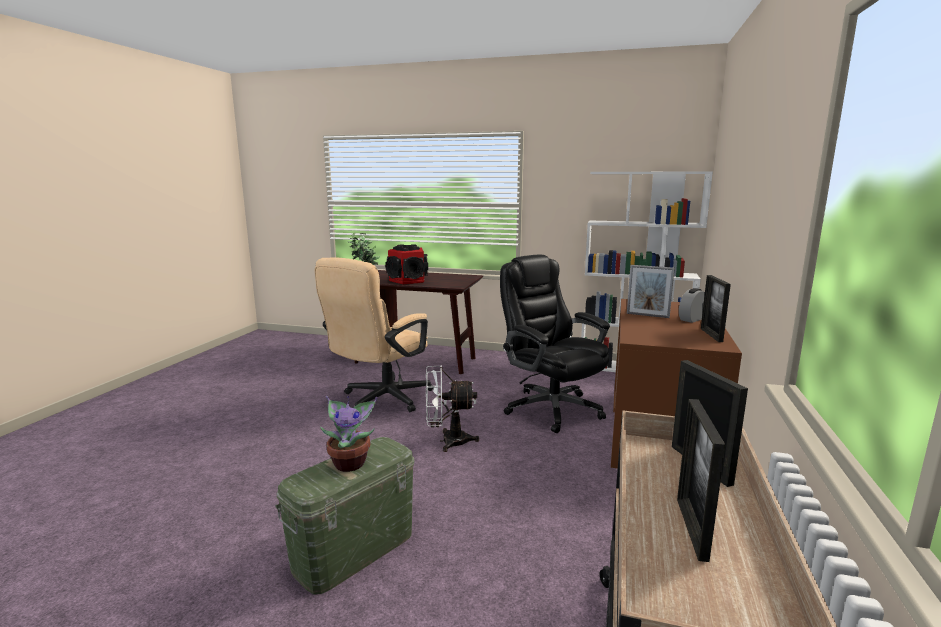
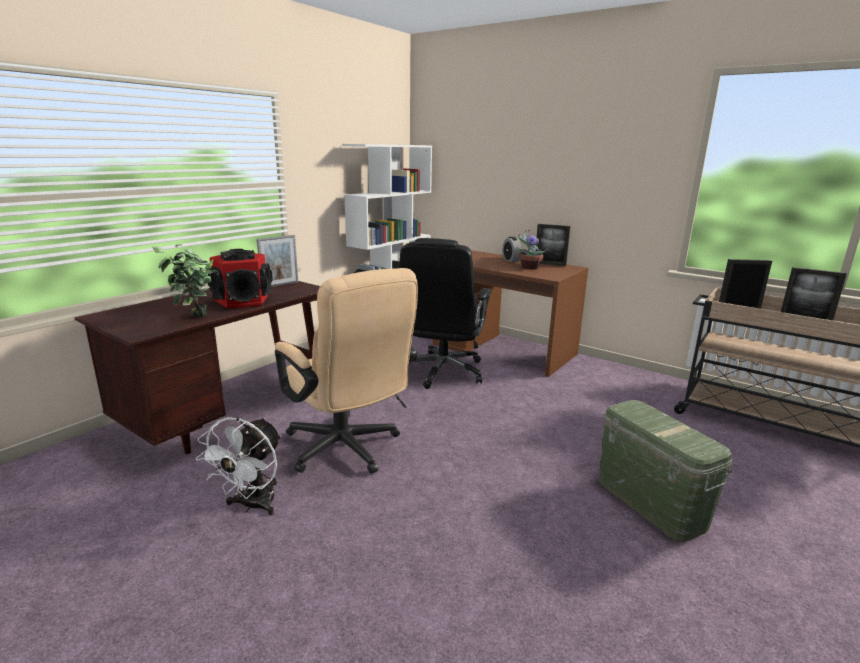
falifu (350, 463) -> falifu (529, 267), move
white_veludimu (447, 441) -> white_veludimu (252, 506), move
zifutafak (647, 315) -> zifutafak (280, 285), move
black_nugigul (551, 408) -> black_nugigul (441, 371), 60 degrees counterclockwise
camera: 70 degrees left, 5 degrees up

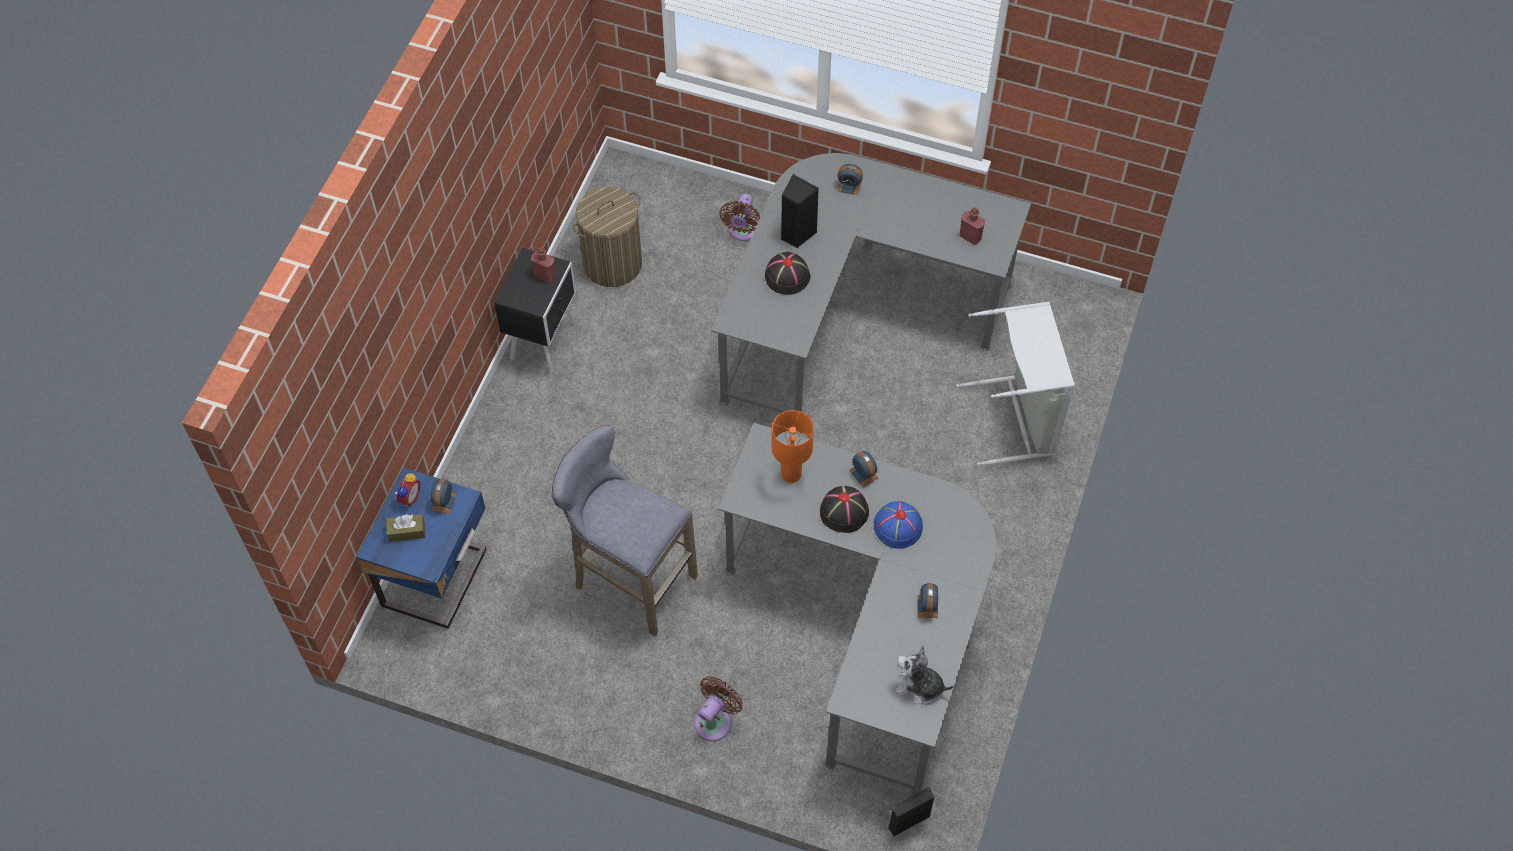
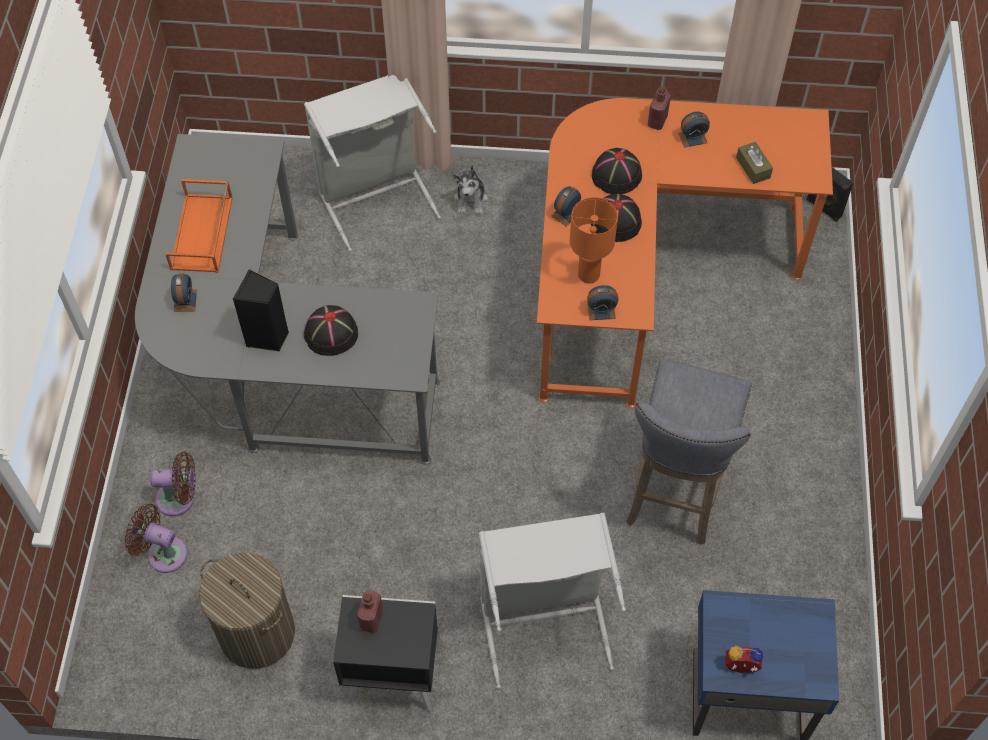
none -> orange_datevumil (202, 234)
none -> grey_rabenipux (543, 619)
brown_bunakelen (407, 531) -> brown_bunakelen (753, 167), move
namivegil (444, 502) -> namivegil (601, 310), move
brown_veludimu (715, 720) -> brown_veludimu (163, 553), move
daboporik (919, 687) -> daboporik (471, 199), move
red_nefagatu (970, 237) -> red_nefagatu (657, 121), move
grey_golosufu (869, 625) -> orange_golosufu (645, 273)
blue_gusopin (897, 526) -> black_gusopin (616, 175)
camera: 105 degrees left, 0 degrees up

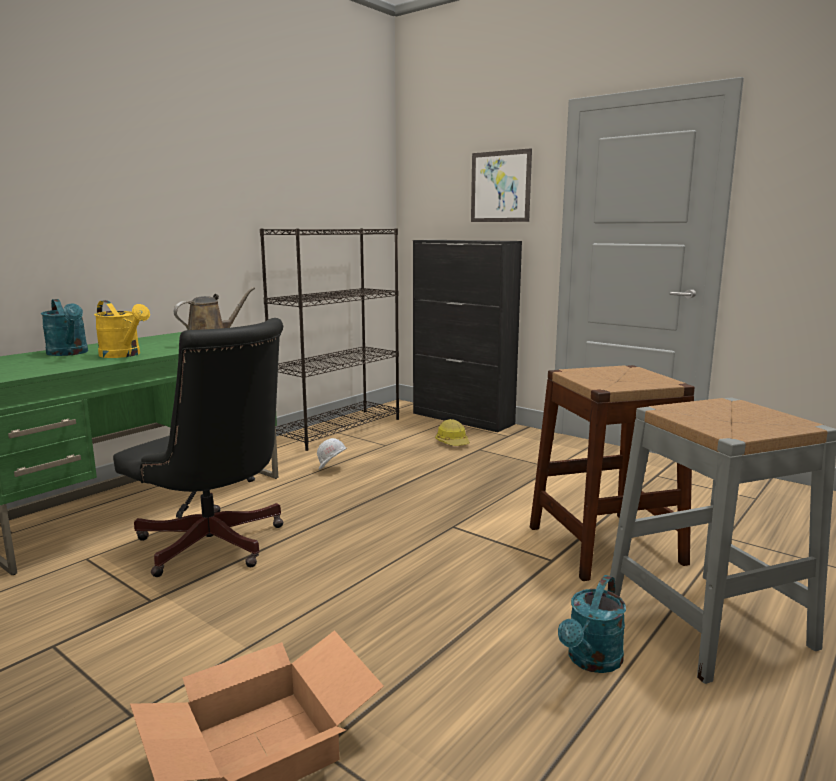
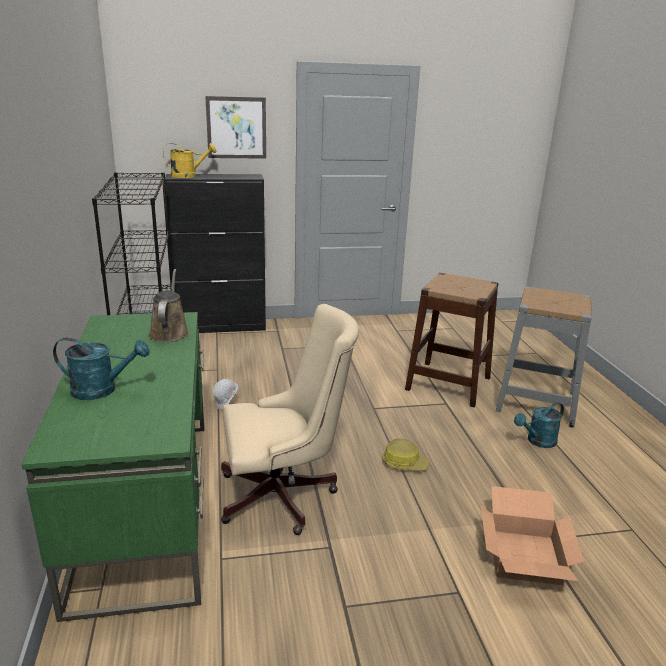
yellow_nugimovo (124, 355) -> yellow_nugimovo (188, 176), move
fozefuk (453, 442) -> fozefuk (404, 463), move
black_nugigul (215, 547) -> beige_nugigul (284, 496)
turquoise_nugimovo (591, 661) -> turquoise_nugimovo (537, 441), 75 degrees clockwise
camera: 50 degrees left, 10 degrees up

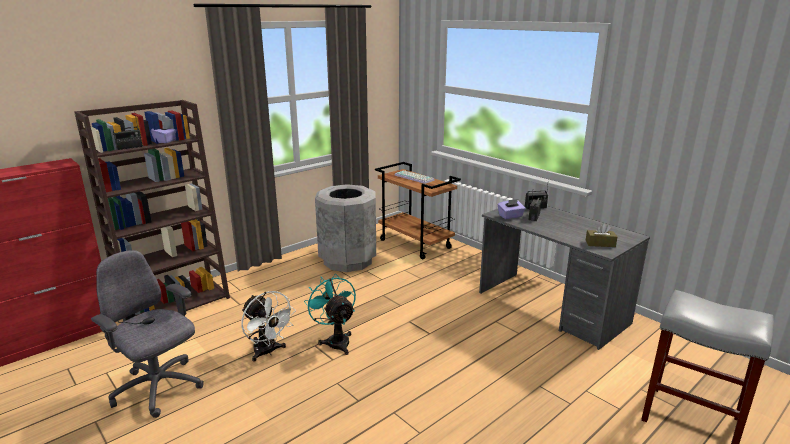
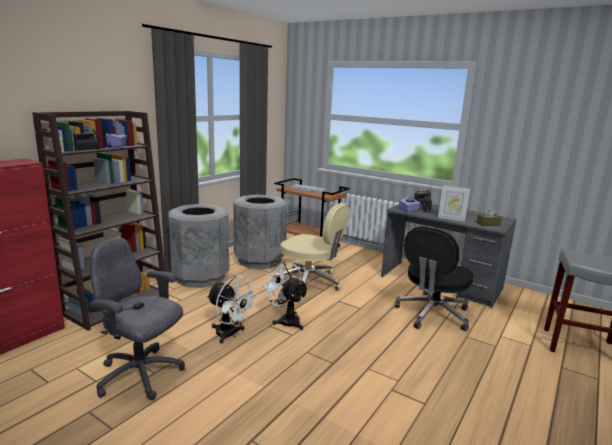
none -> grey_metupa (200, 277)
none -> beige_nugigul (310, 282)
none -> black_nugigul (432, 314)
none -> zifutafak (451, 218)
turquoise_veludimu (336, 340) -> white_veludimu (286, 320)
camera: 15 degrees left, 5 degrees down

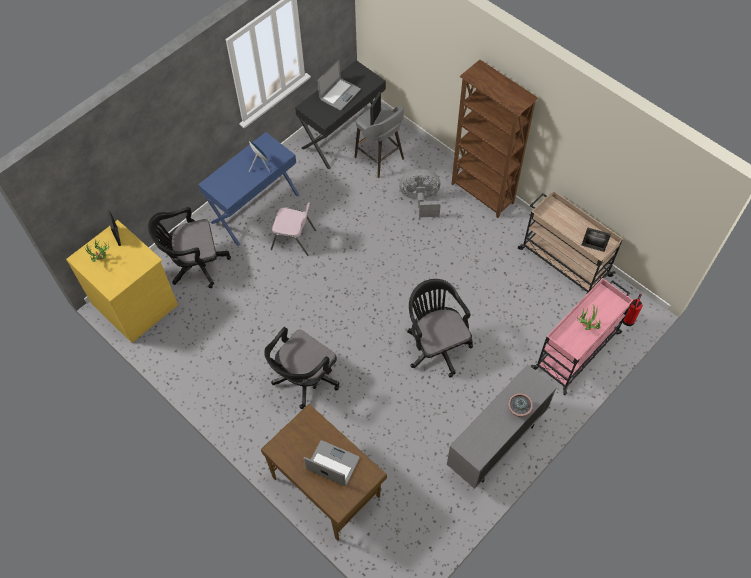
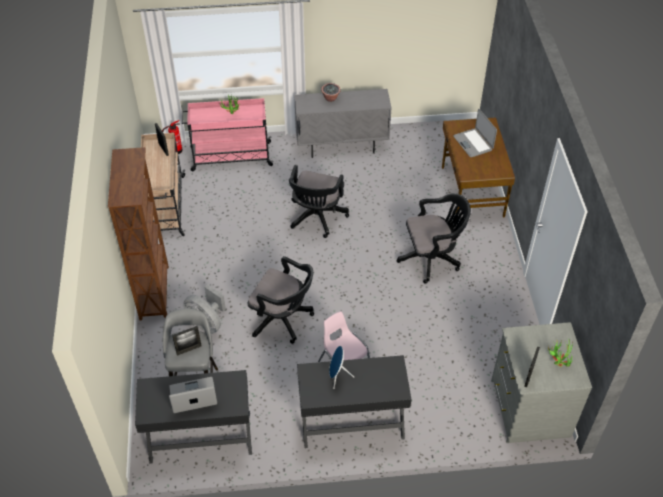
black_nugigul (194, 265) -> black_nugigul (283, 319), move
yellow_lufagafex (135, 303) -> grey_lufagafex (528, 408)
blue_golosufu (255, 208) -> black_golosufu (352, 422)
camera: 140 degrees left, 10 degrees down

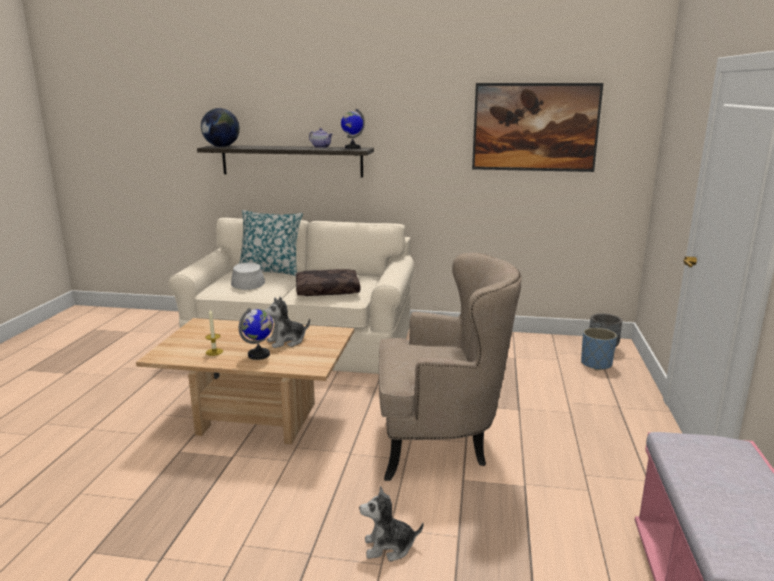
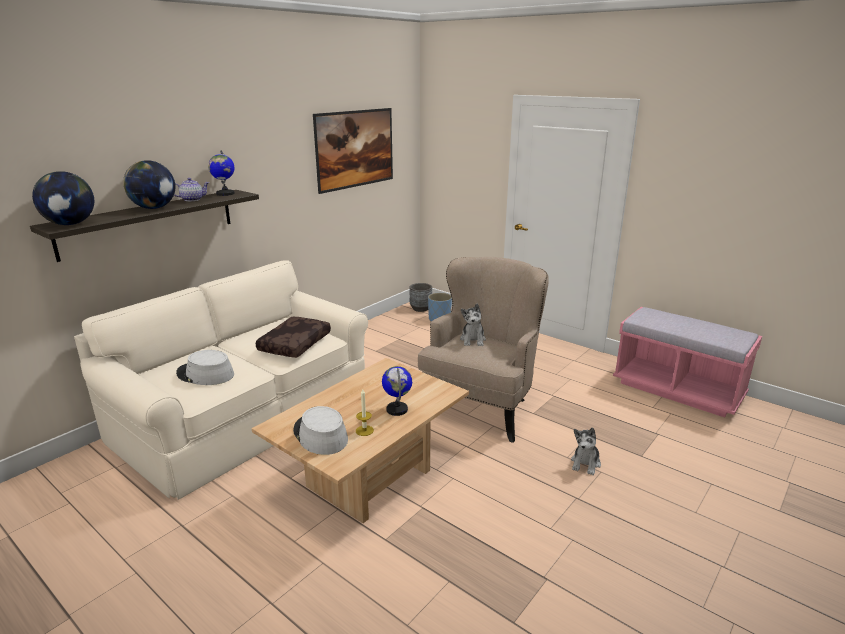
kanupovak (271, 271) -> none
none -> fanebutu (154, 208)
none -> grey_gusopin (320, 435)
daboporik (286, 341) -> daboporik (473, 340), move
camera: 60 degrees left, 5 degrees up

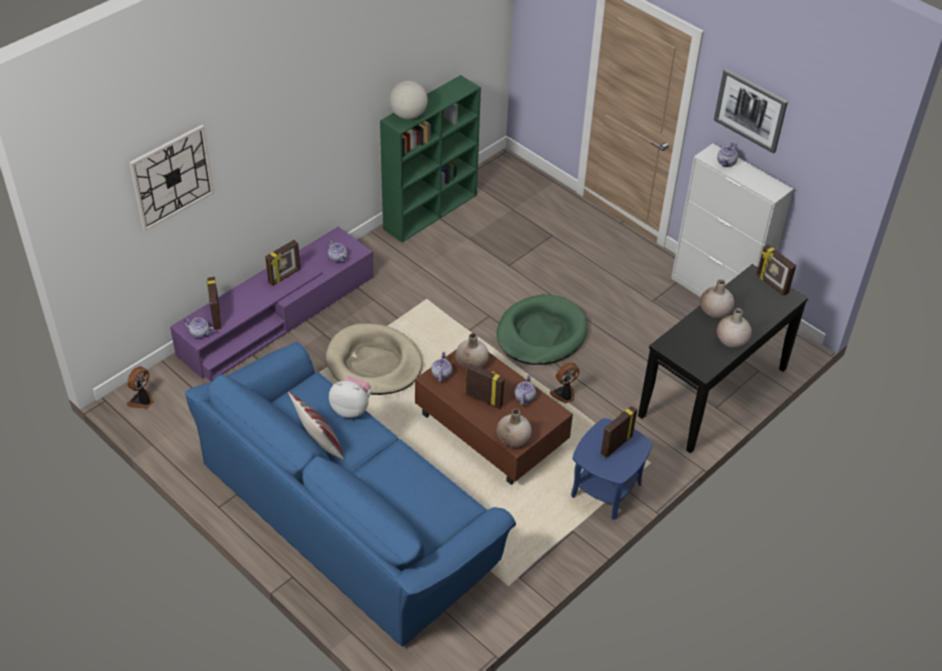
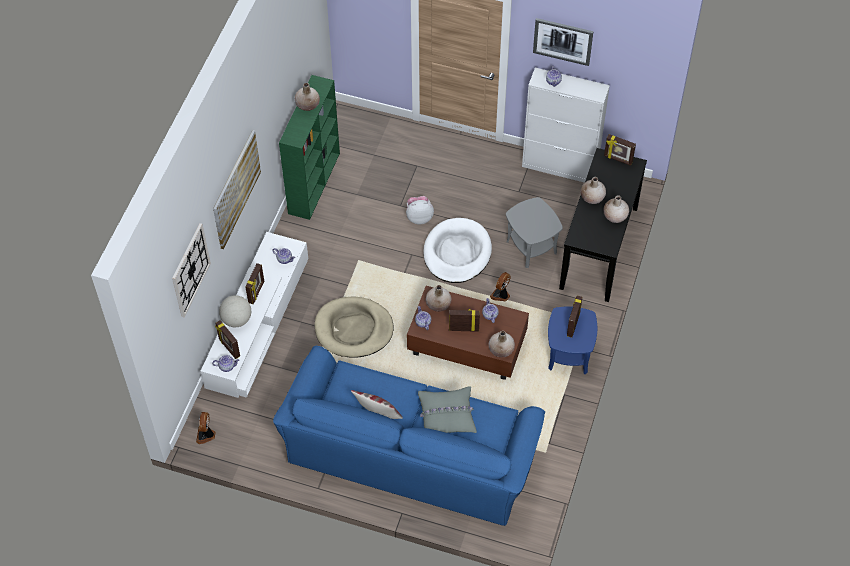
none -> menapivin (236, 189)
none -> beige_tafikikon (308, 105)
none -> grey_kanupovak (447, 415)
none -> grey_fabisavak (531, 247)
daboporik (351, 408) -> daboporik (419, 217), move
fanebutu (408, 115) -> fanebutu (237, 319), move
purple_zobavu (277, 315) -> white_zobavu (258, 322)
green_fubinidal (541, 333) -> white_fubinidal (457, 253)
camera: 25 degrees left, 10 degrees up

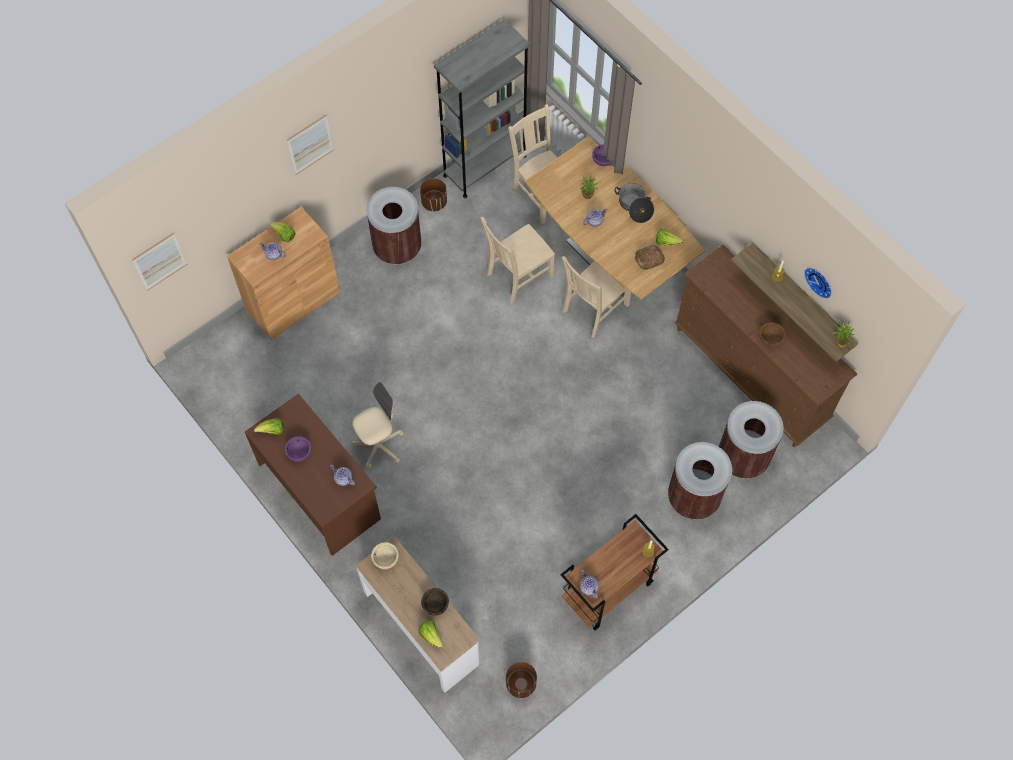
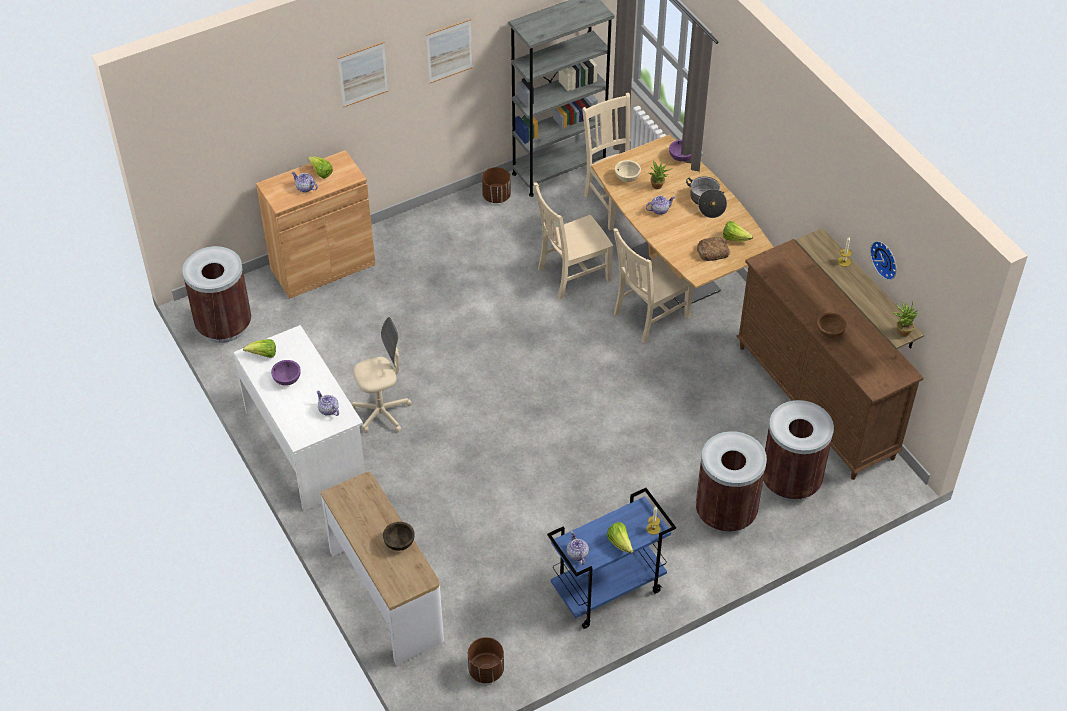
menapivin (159, 261) -> menapivin (449, 51), move
brown_metupa (397, 248) -> brown_metupa (224, 325), move
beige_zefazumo (385, 559) -> beige_zefazumo (627, 177), move
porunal (431, 635) -> porunal (620, 543), move
brown_golosufu (320, 490) -> white_golosufu (306, 446)
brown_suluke (608, 590) -> blue_suluke (607, 591)
camera: 10 degrees right, 15 degrees down

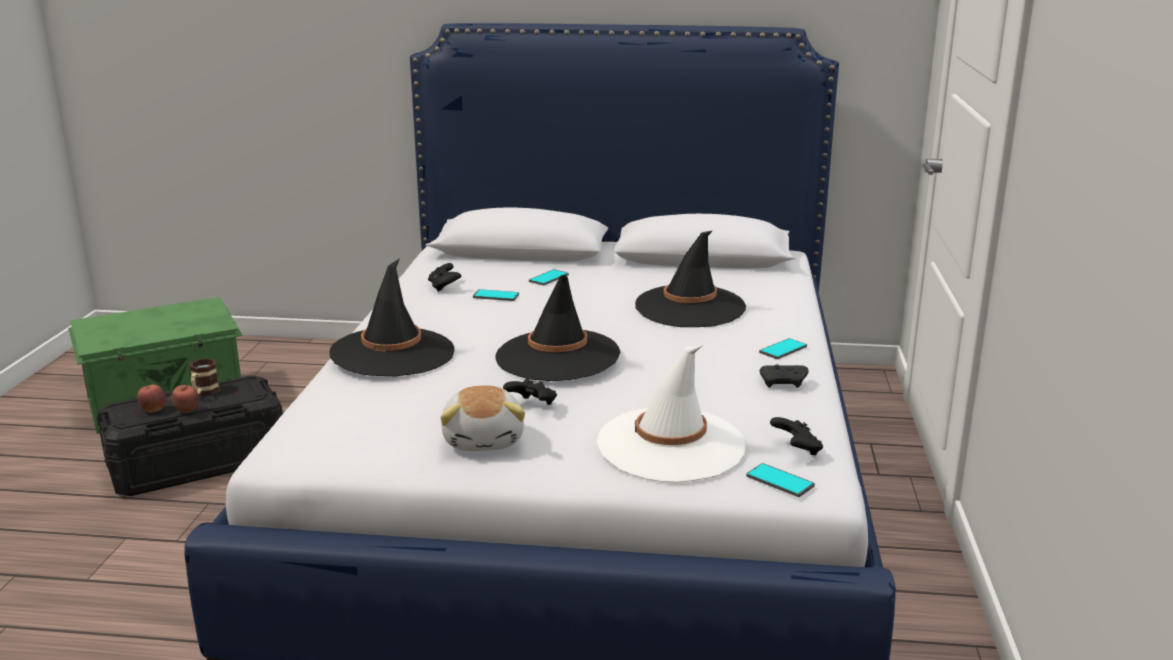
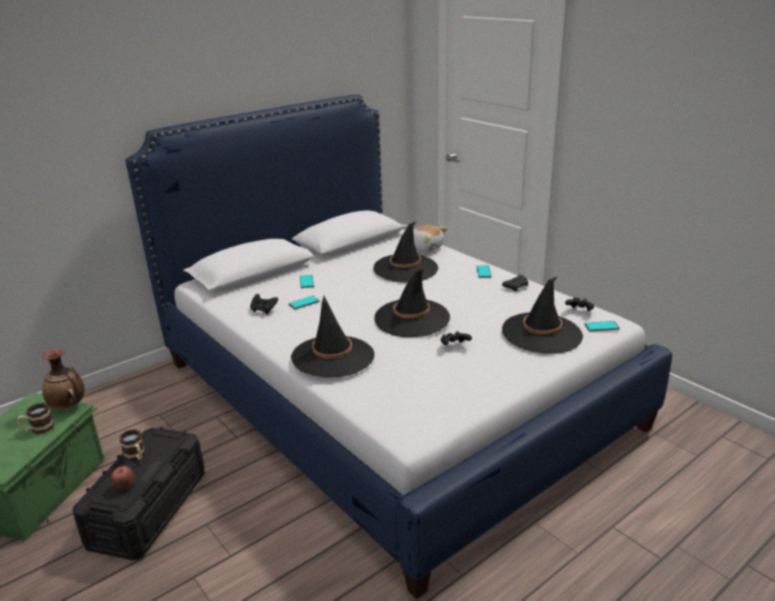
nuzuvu (186, 411) -> none
none -> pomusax (38, 429)
none -> tafikikon (68, 406)
daboporik (484, 439) -> daboporik (425, 248), move
white_gusopin (671, 445) -> black_gusopin (542, 333)
camera: 45 degrees left, 5 degrees up

